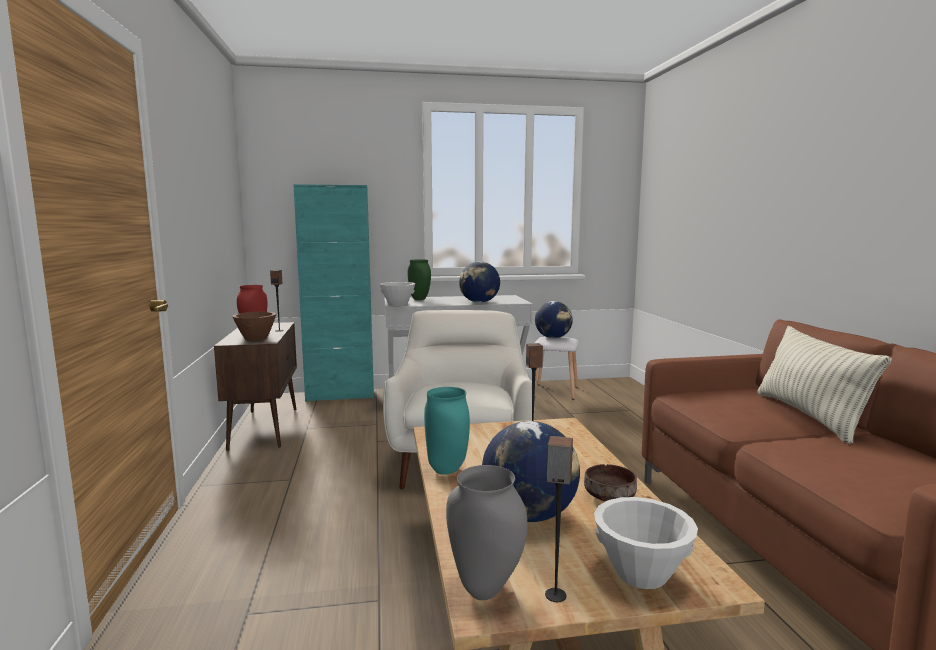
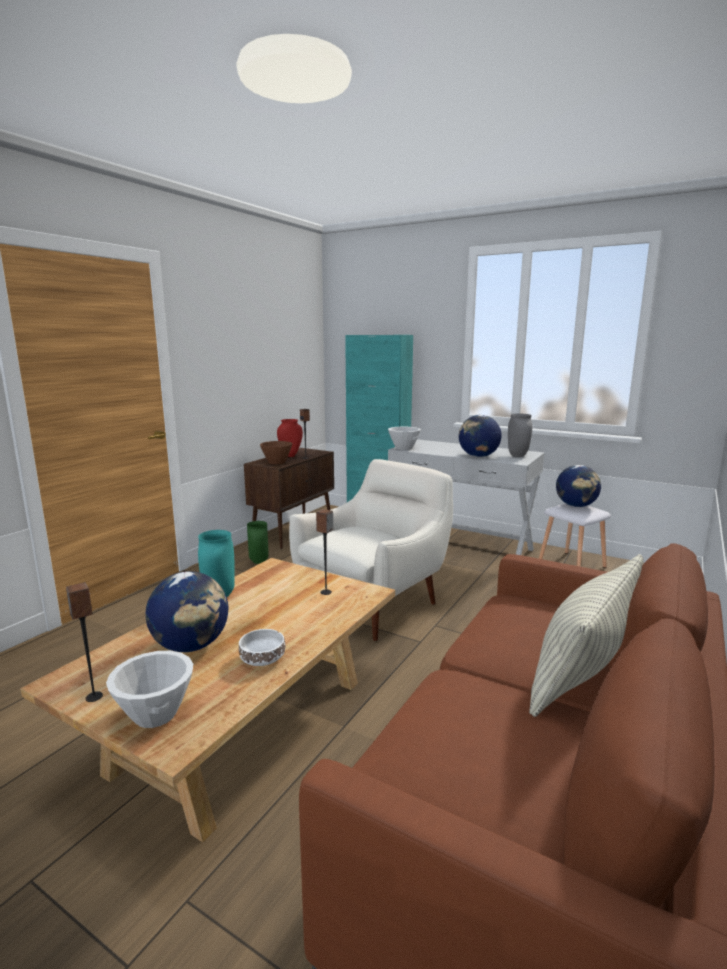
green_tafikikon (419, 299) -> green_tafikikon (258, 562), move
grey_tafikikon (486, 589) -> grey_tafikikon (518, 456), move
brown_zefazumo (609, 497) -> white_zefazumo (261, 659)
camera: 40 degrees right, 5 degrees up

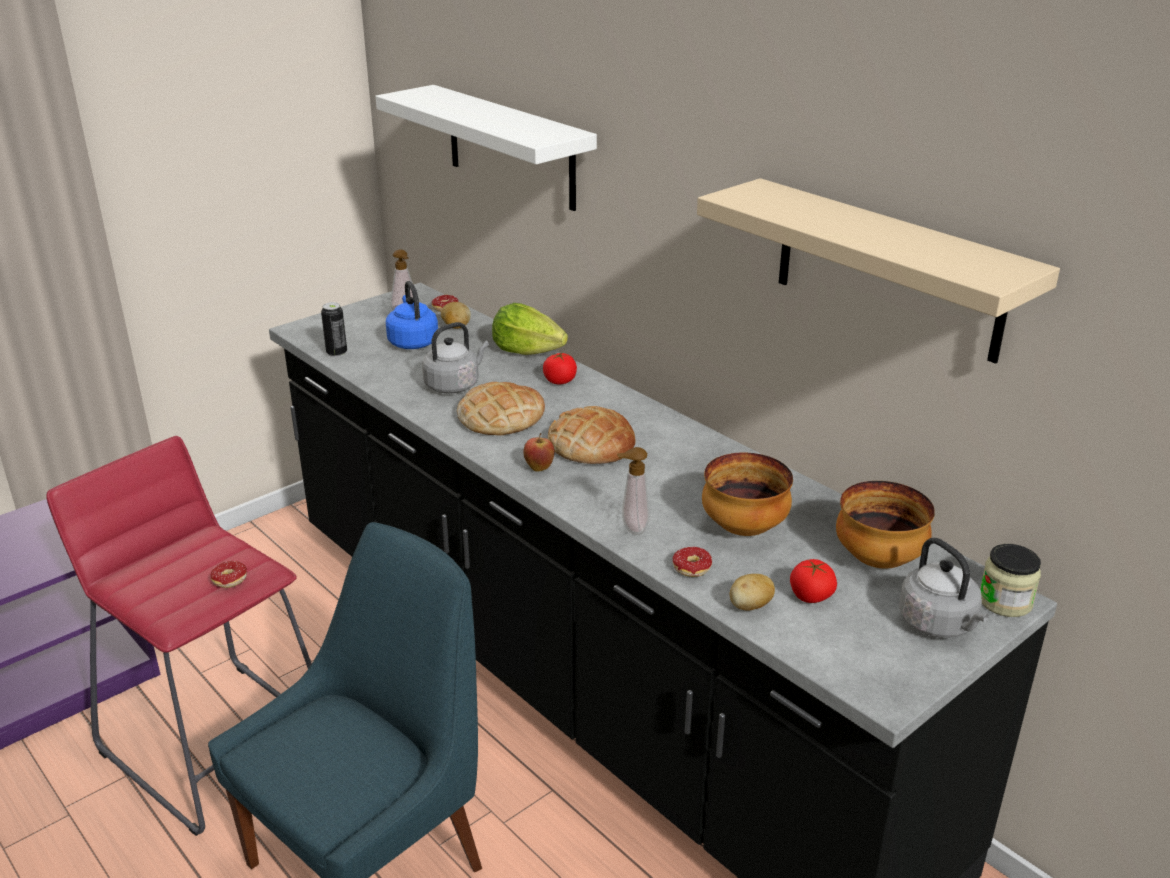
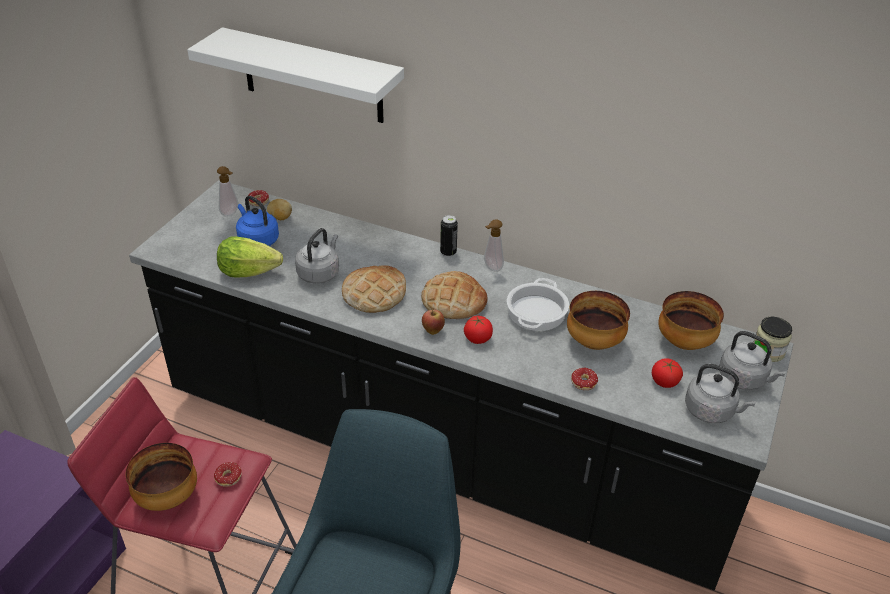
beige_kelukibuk (888, 269) -> none
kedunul (750, 607) -> none
none -> zefazumo (168, 498)
none -> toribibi (537, 312)
none -> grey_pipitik (711, 411)
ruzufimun (337, 353) -> ruzufimun (448, 252), move
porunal (527, 351) -> porunal (248, 271), move
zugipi (560, 381) -> zugipi (478, 338), move
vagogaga (632, 529) -> vagogaga (491, 268), move
camera: 25 degrees left, 10 degrees up

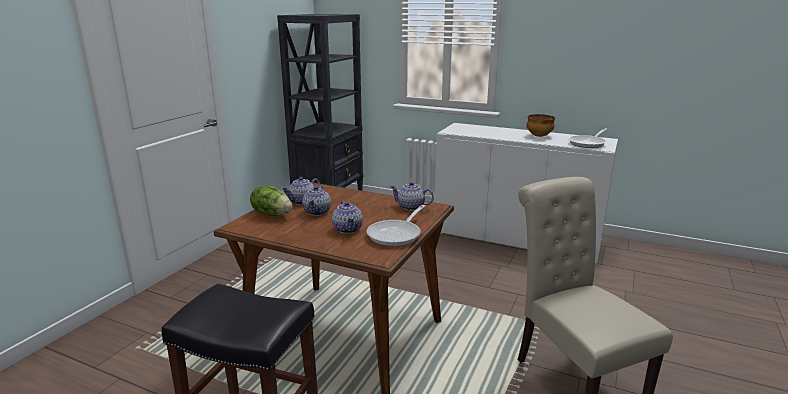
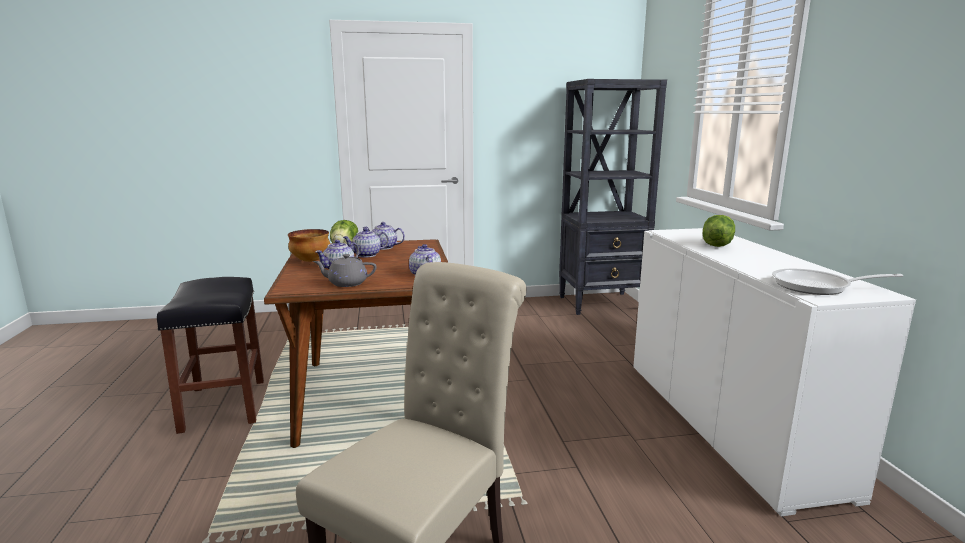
none -> porunal (716, 245)
zefazumo (539, 136) -> zefazumo (311, 261), move
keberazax (397, 234) -> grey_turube (346, 283)
camera: 55 degrees right, 5 degrees down

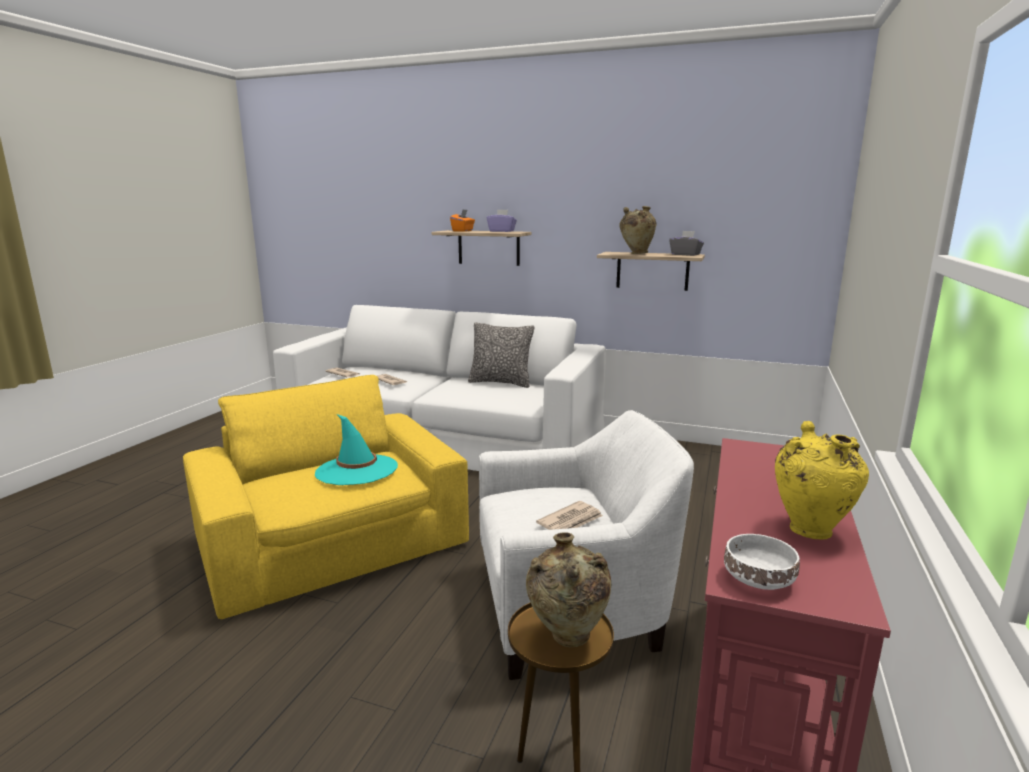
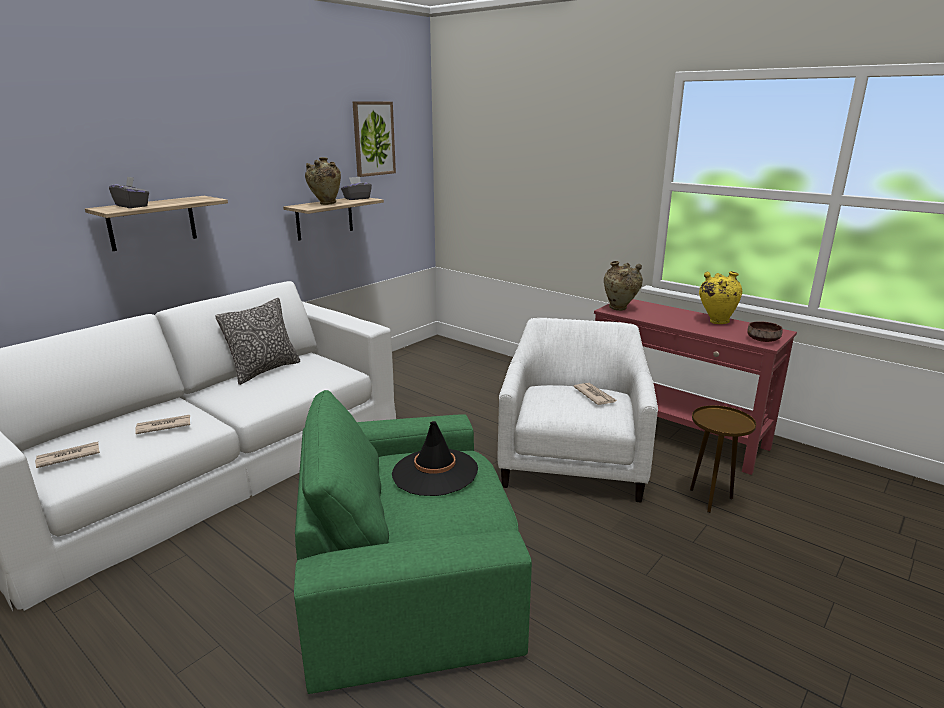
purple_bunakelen (501, 231) -> none
none -> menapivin (373, 138)
beige_tafikikon (567, 639) -> beige_tafikikon (620, 309), move
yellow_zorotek (333, 543) -> green_zorotek (407, 571)
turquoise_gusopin (356, 470) -> black_gusopin (434, 472)
orange_bunakelen (463, 231) -> grey_bunakelen (132, 206)
white_zefazumo (757, 577) -> brown_zefazumo (762, 339)
camera: 70 degrees left, 5 degrees up

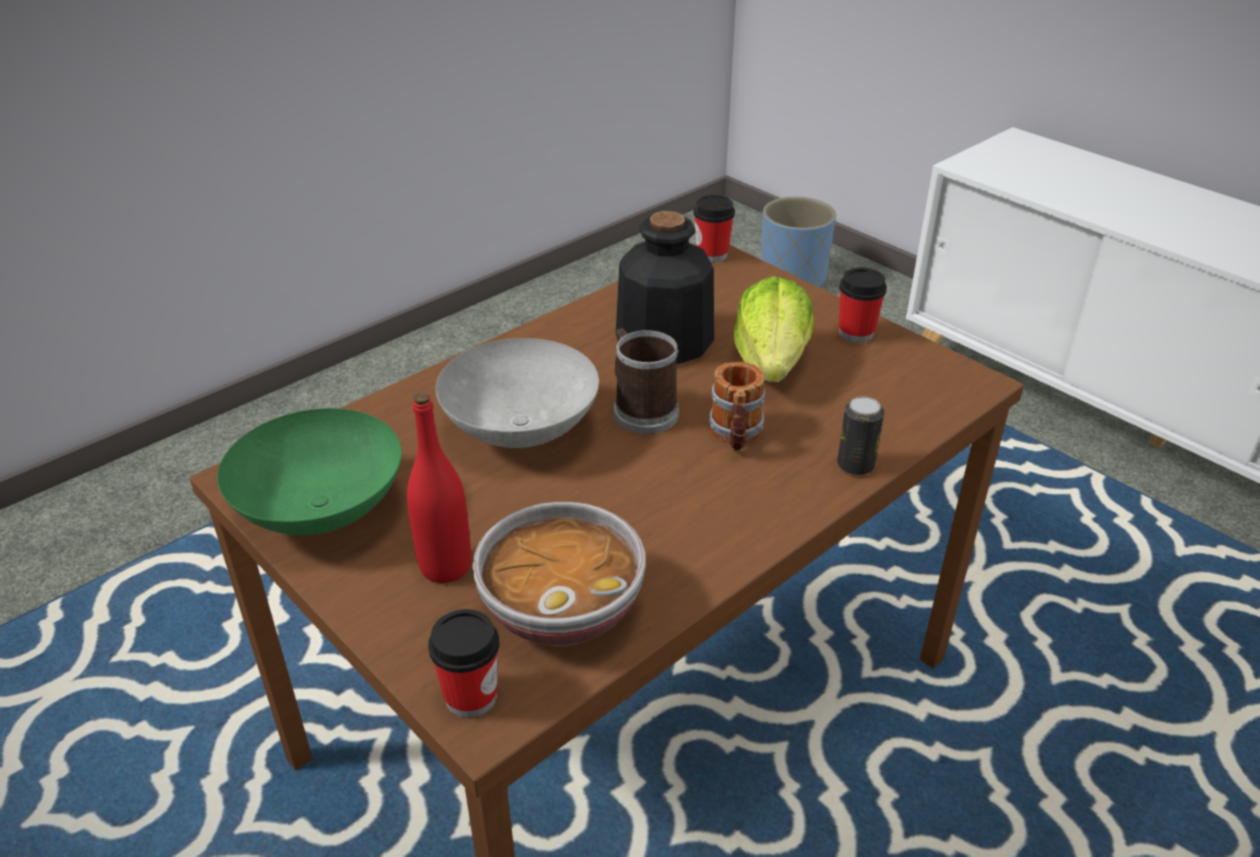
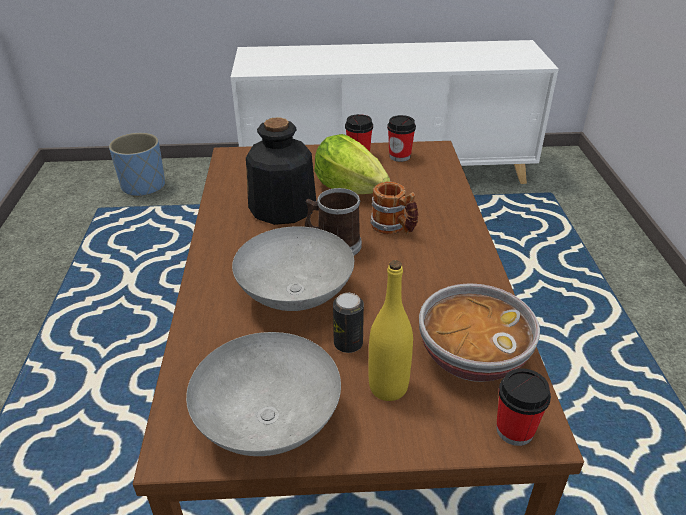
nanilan (711, 255) -> nanilan (399, 156), move
ruzufimun (855, 465) -> ruzufimun (348, 344), move
green_zefazumo (323, 510) -> grey_zefazumo (267, 420)
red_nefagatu (445, 566) -> yellow_nefagatu (388, 387)
camera: 50 degrees left, 0 degrees up

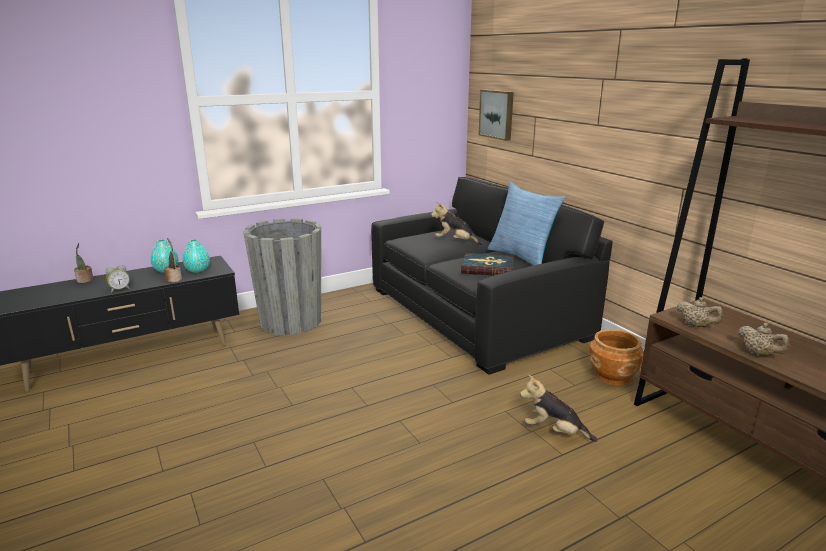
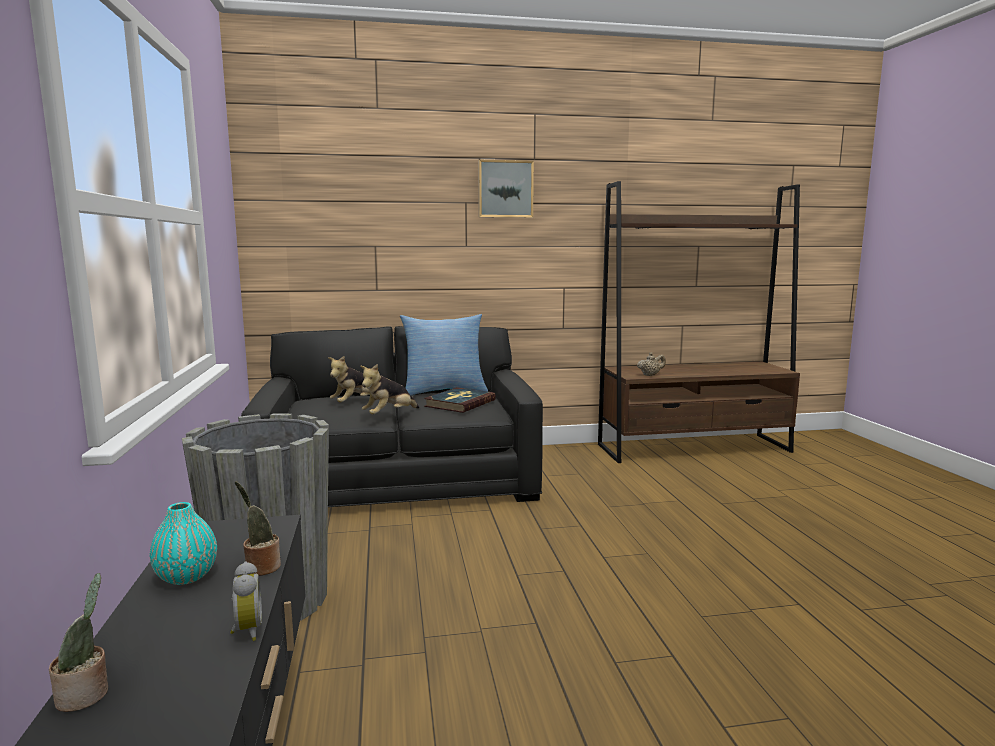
turquoise_tafikikon (198, 270) -> none
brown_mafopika (612, 376) -> none
beige_turube (759, 354) -> none
menapivin (497, 114) -> menapivin (505, 189), move
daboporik (554, 431) -> daboporik (389, 415), move
camera: 70 degrees left, 10 degrees down

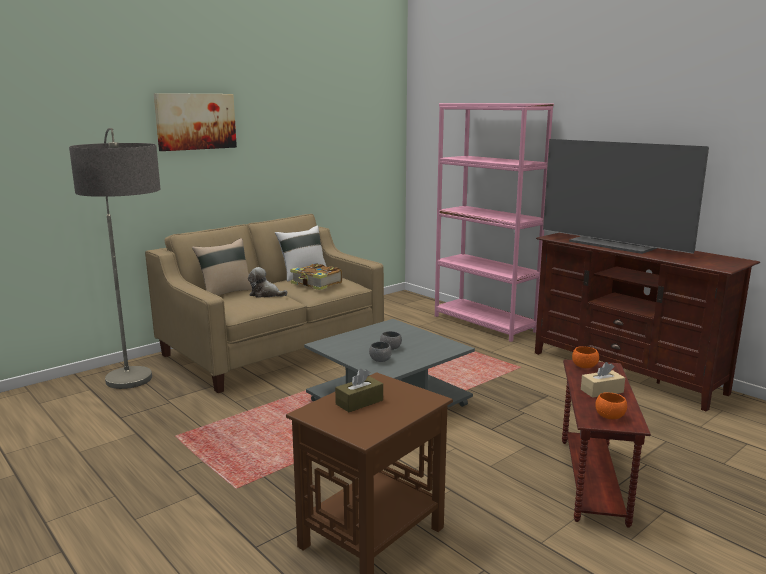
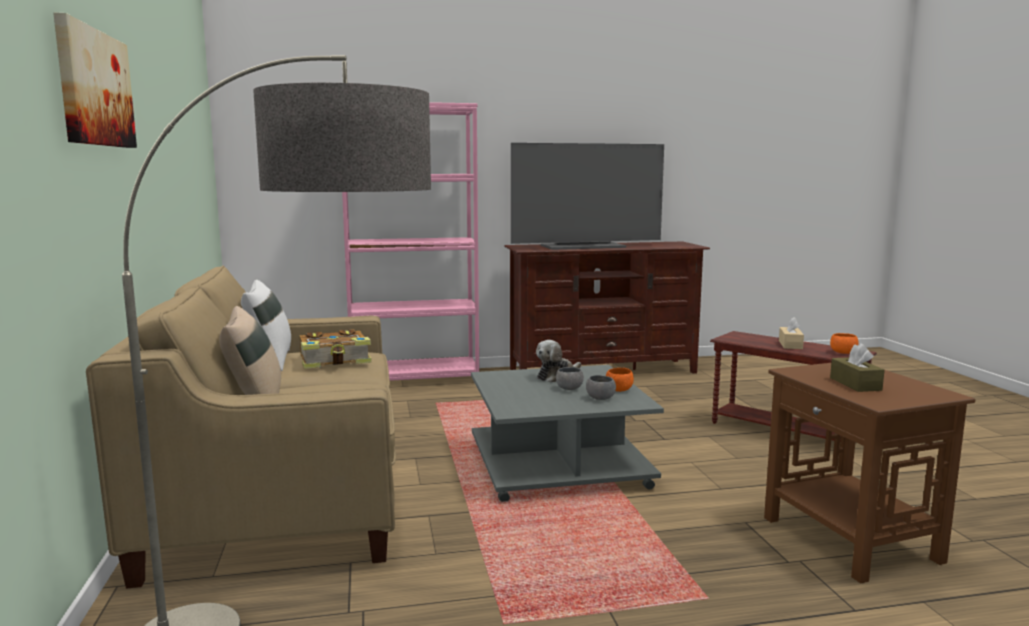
daboporik (265, 294) -> daboporik (557, 376), move
orange_zefazumo (584, 366) -> orange_zefazumo (619, 390), move
camera: 60 degrees left, 5 degrees down

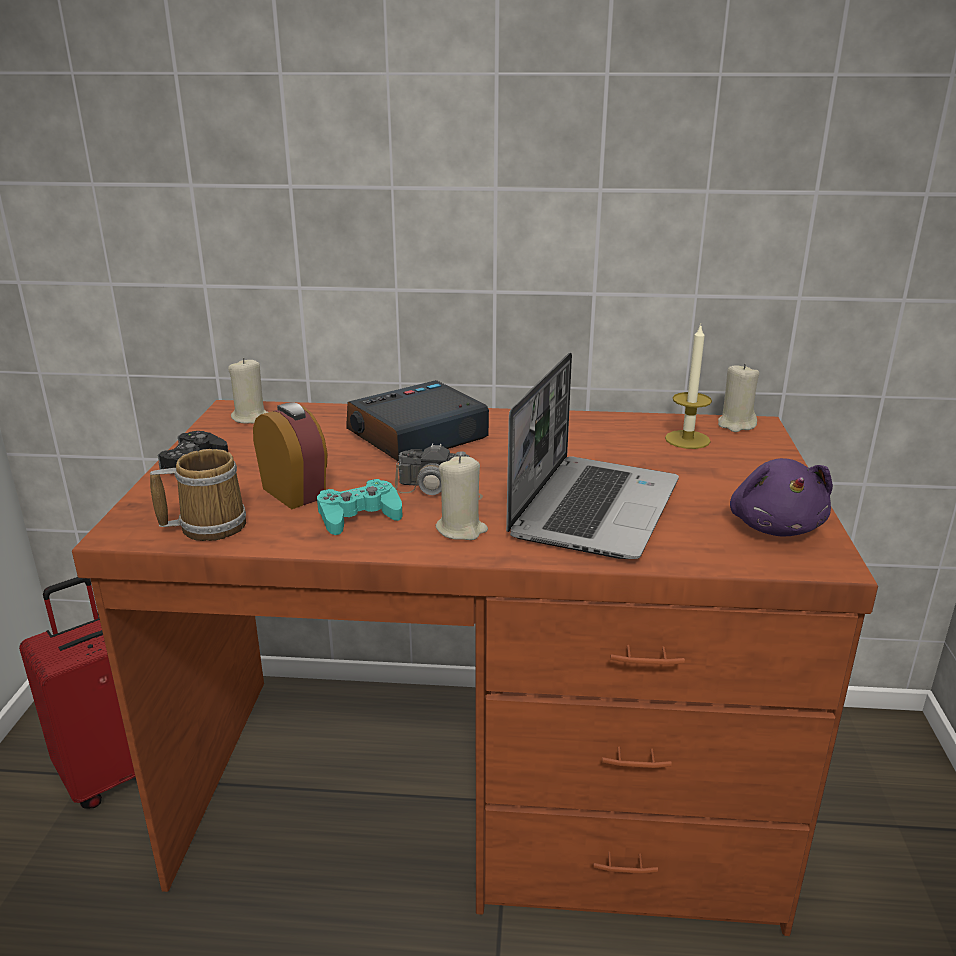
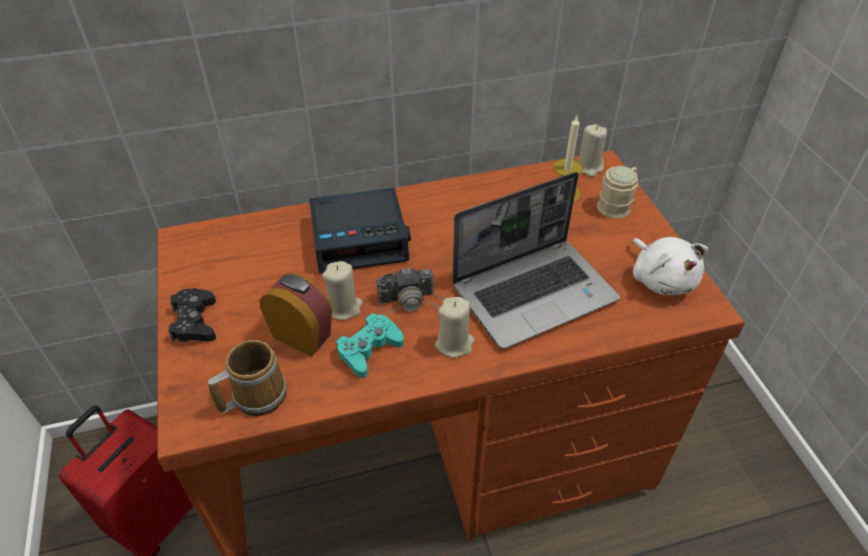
none -> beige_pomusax (617, 204)
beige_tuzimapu (251, 418) -> beige_tuzimapu (344, 308), move
purple_daboporik (775, 526) -> white_daboporik (661, 279)
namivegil (416, 436) -> namivegil (360, 238), 135 degrees counterclockwise
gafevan (593, 508) -> gafevan (535, 292), 60 degrees clockwise
camera: 20 degrees left, 20 degrees up

